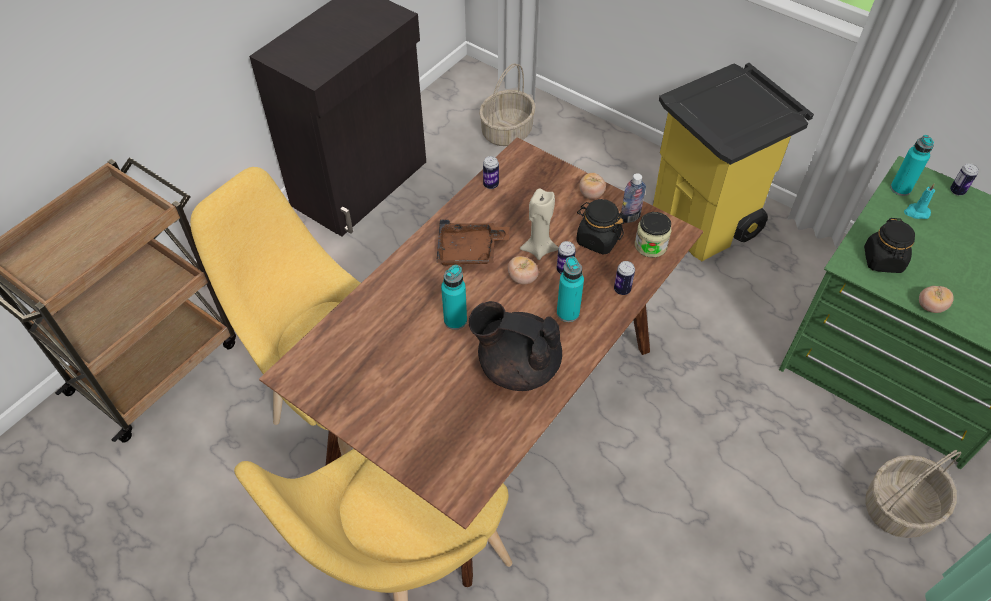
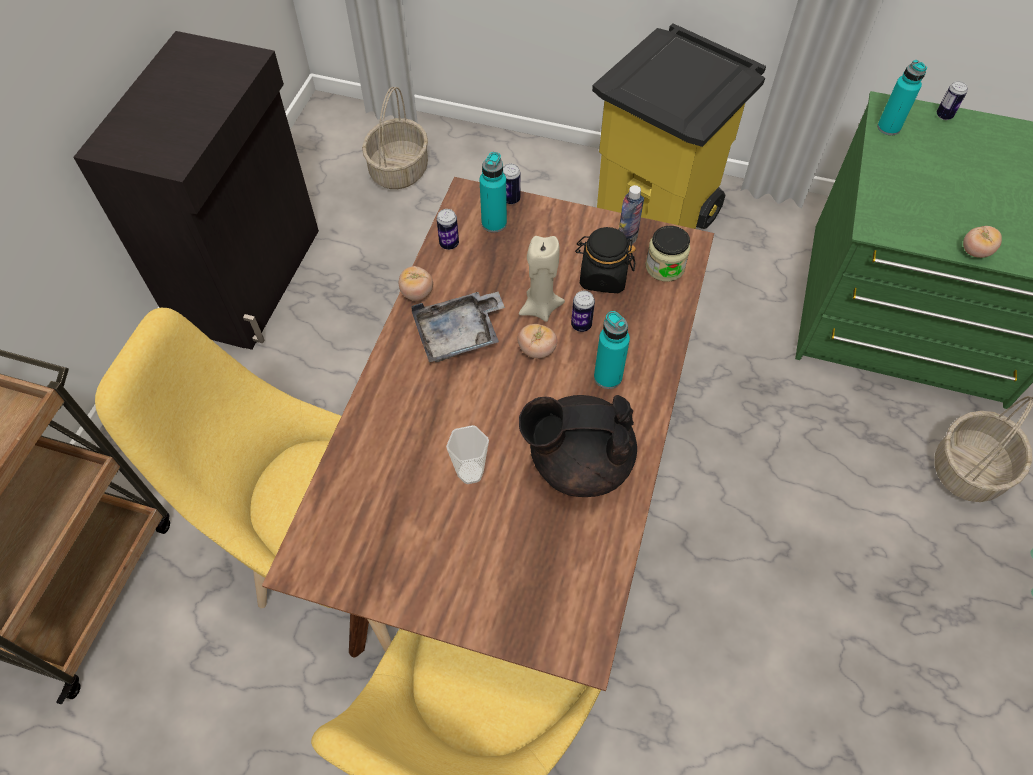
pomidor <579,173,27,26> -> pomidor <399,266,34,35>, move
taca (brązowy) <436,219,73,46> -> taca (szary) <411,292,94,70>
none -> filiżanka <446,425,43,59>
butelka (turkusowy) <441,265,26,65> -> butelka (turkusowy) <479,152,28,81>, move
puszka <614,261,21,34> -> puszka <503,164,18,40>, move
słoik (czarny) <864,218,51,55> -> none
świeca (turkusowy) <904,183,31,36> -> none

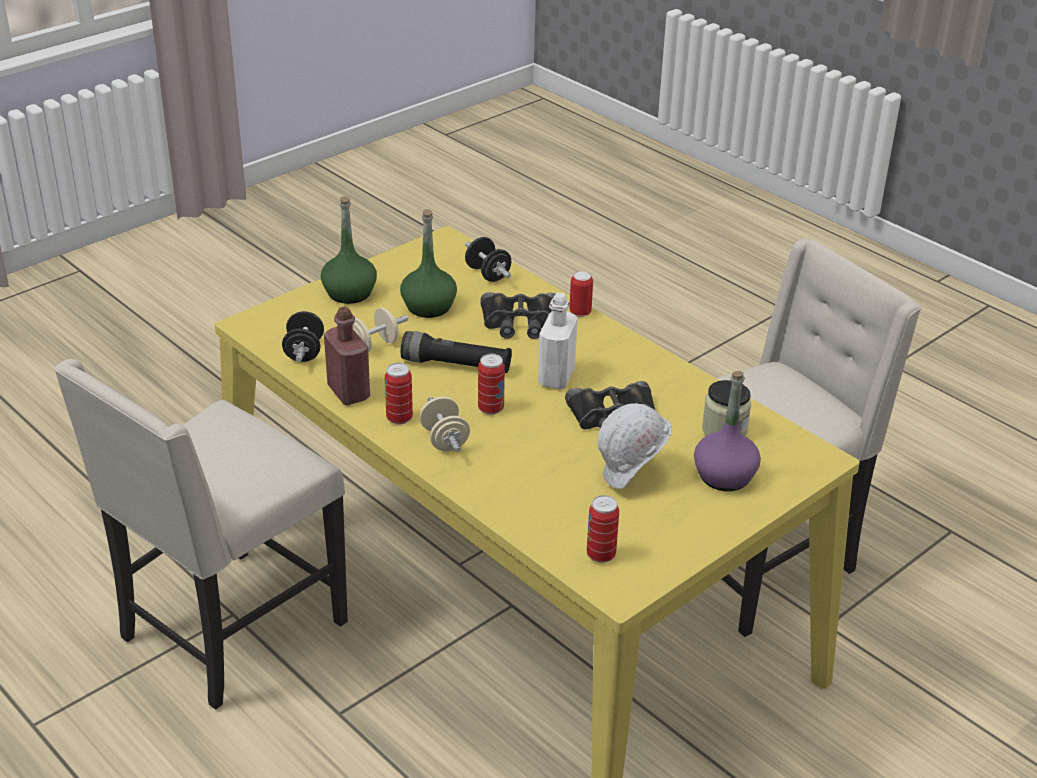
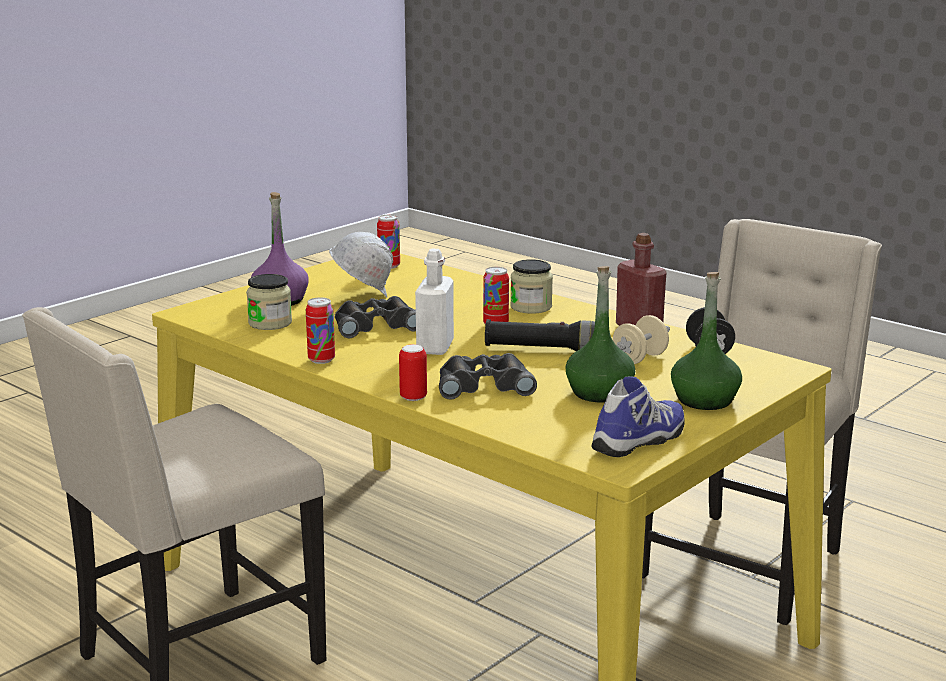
puszka <385,363,28,62> -> puszka <306,297,29,67>, move
hantel (beżowy) <420,396,50,56> -> słoik <510,259,43,55>
none -> but <592,376,93,81>
hantel (czarny) <465,237,46,45> -> none

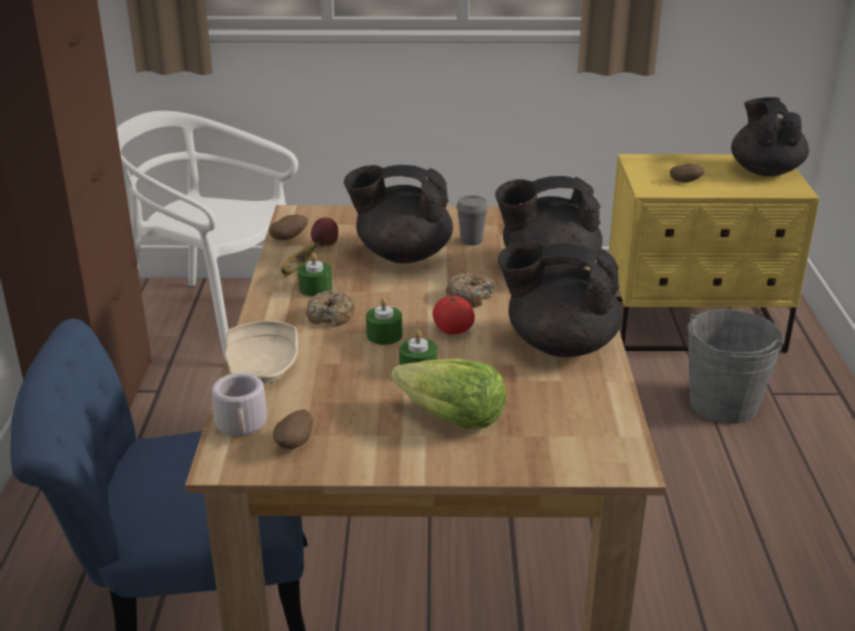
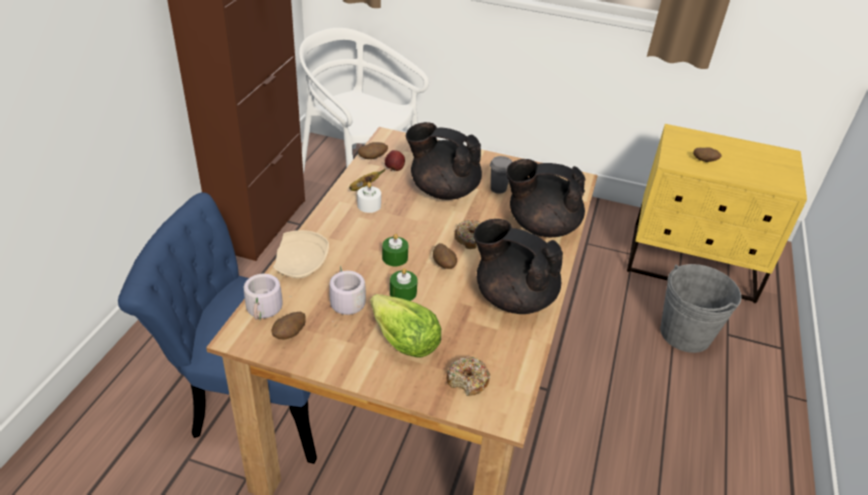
none -> kubek (szary) <329,266,37,56>
świeca (zielony) <298,253,34,43> -> świeca (biały) <357,182,24,31>
pomidor <432,295,43,39> -> ziemniak <433,243,24,26>
donut <306,290,49,37> -> donut <447,356,43,40>, move
imbryk (czarny) <731,97,78,79> -> none

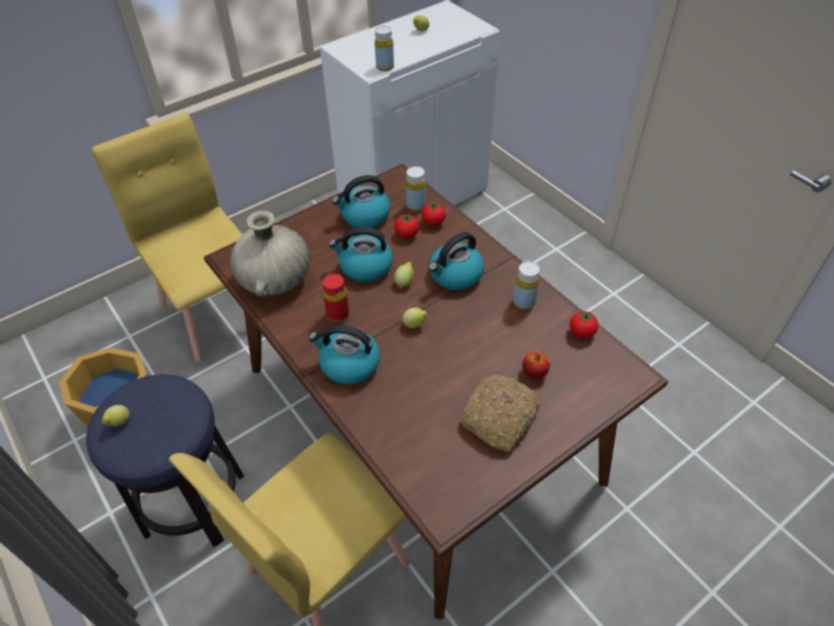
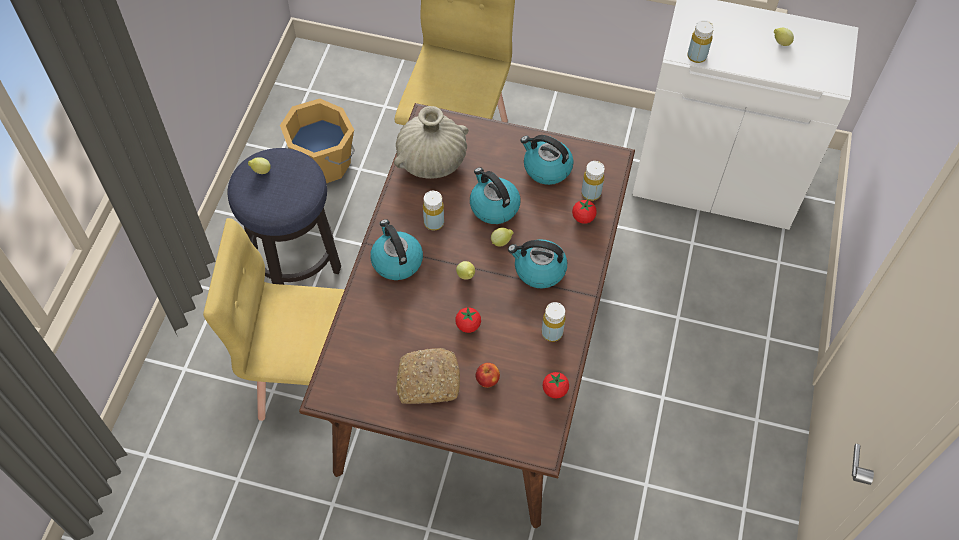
butelka (czerwony) <323,274,26,48> -> butelka (żółty) <423,191,21,40>
pomidor <395,213,24,25> -> pomidor <455,307,26,26>, move

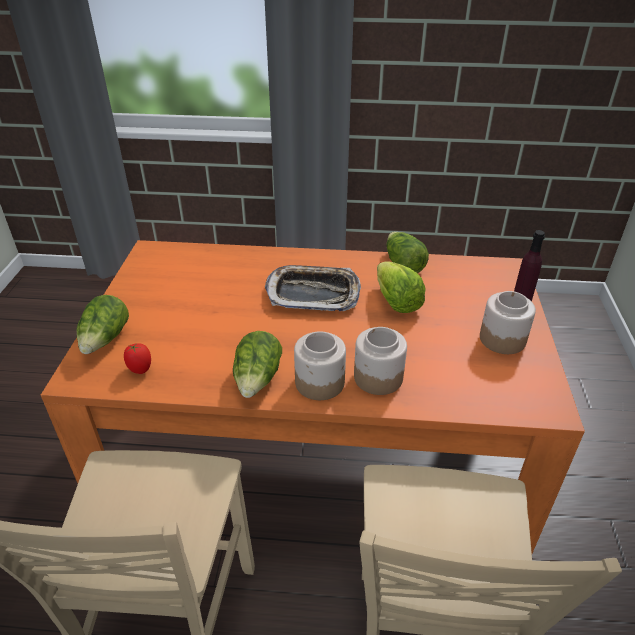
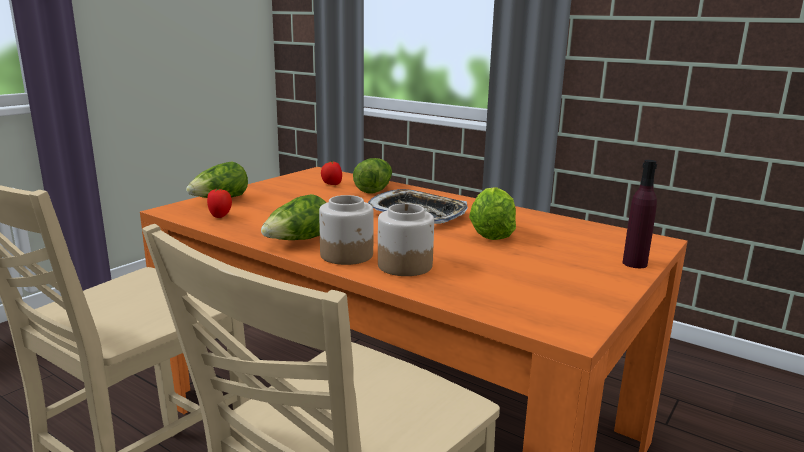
none -> pomidor <321,161,21,24>
sałata <386,232,43,41> -> sałata <353,158,39,36>, move
słoik <480,291,56,63> -> none

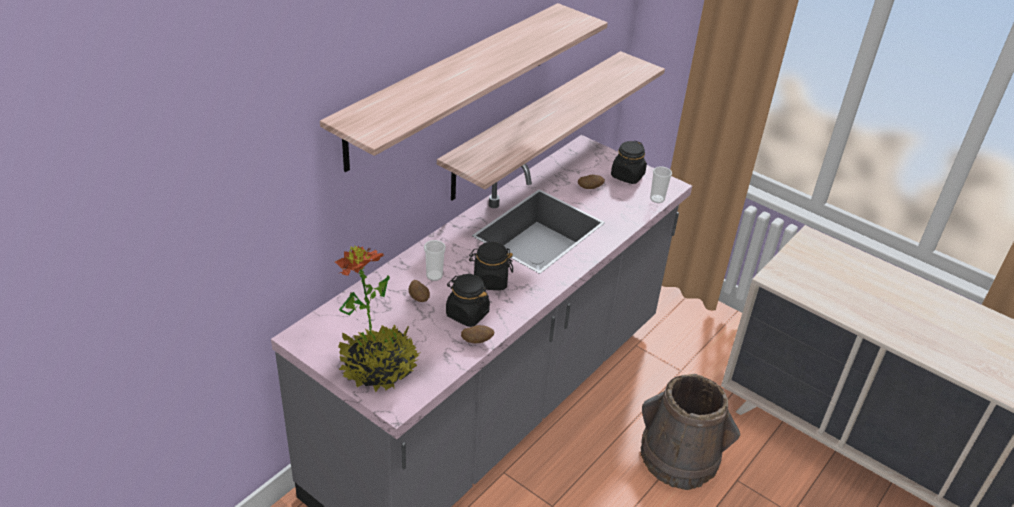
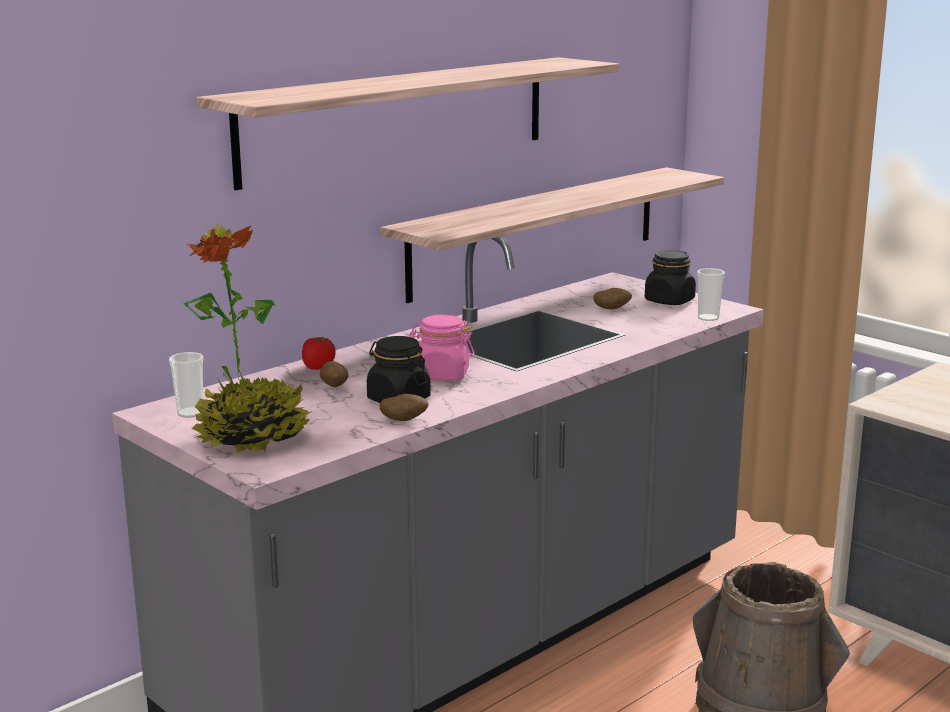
filiżanka <424,240,22,41> -> filiżanka <169,352,34,66>, move
none -> pomidor <302,336,34,34>
słoik (czarny) <469,242,44,48> -> słoik (różowy) <409,315,65,66>

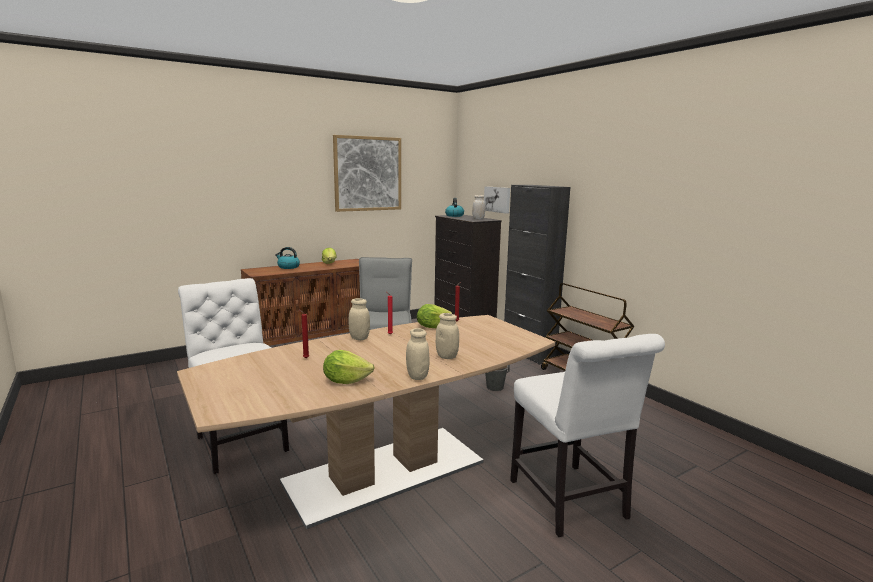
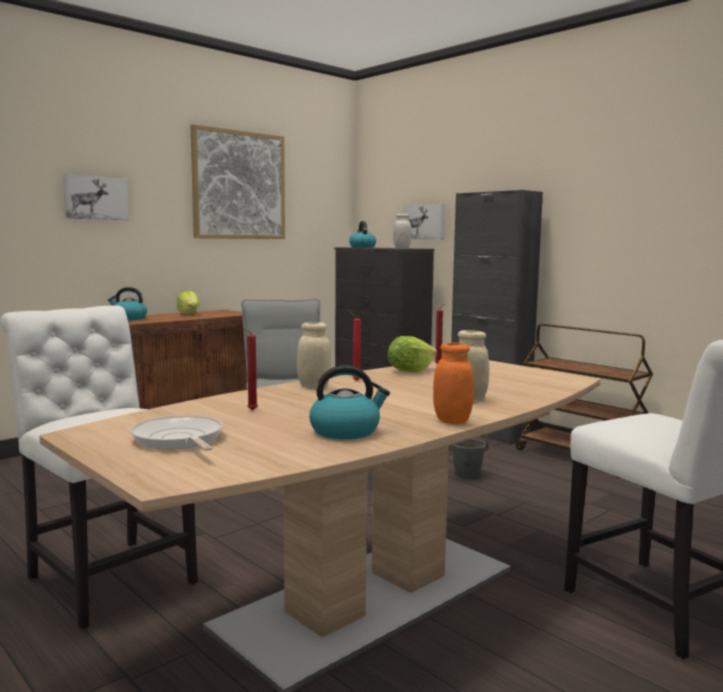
none -> obraz <63,174,66,46>
none -> patelnia <129,415,95,35>
sałata <323,350,52,34> -> czajnik <309,365,81,75>
słoik (beżowy) <406,328,24,52> -> słoik (pomarańczowy) <433,343,41,81>

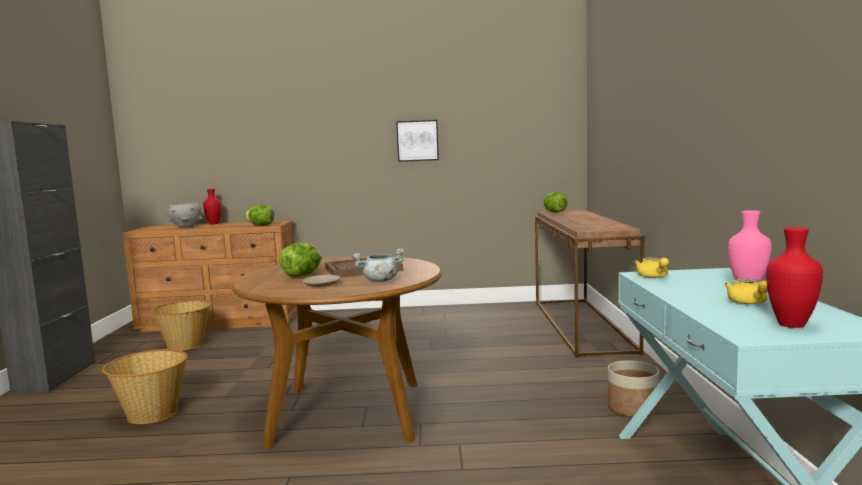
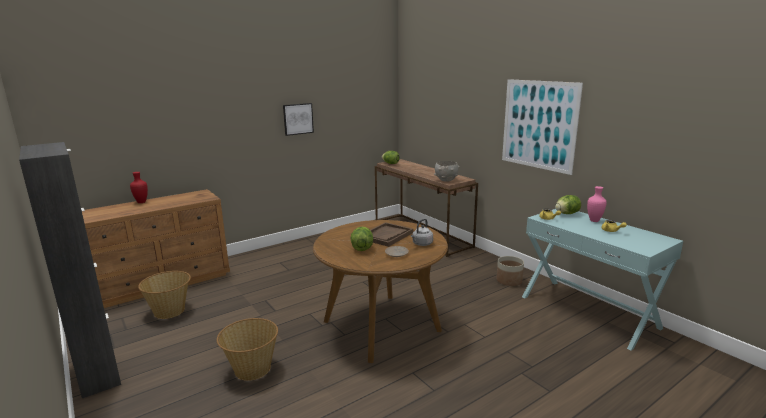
garnek (szary) <352,248,53,34> -> czajnik (szary) <411,219,22,27>
miska (szary) <166,202,37,26> -> miska (szary) <434,161,26,20>, move
none -> obraz <502,79,81,96>
sałata <245,204,29,21> -> sałata <555,195,26,19>, move
wazon (czerwony) <766,227,57,101> -> none

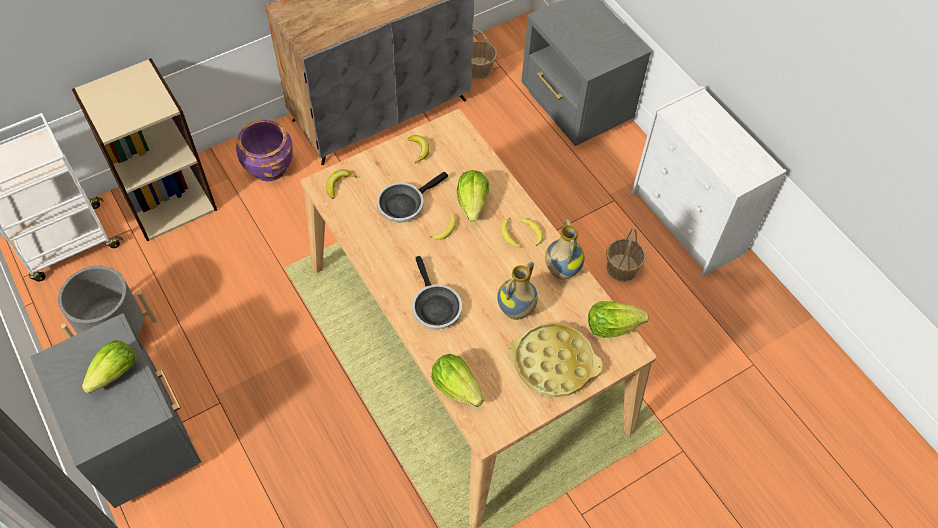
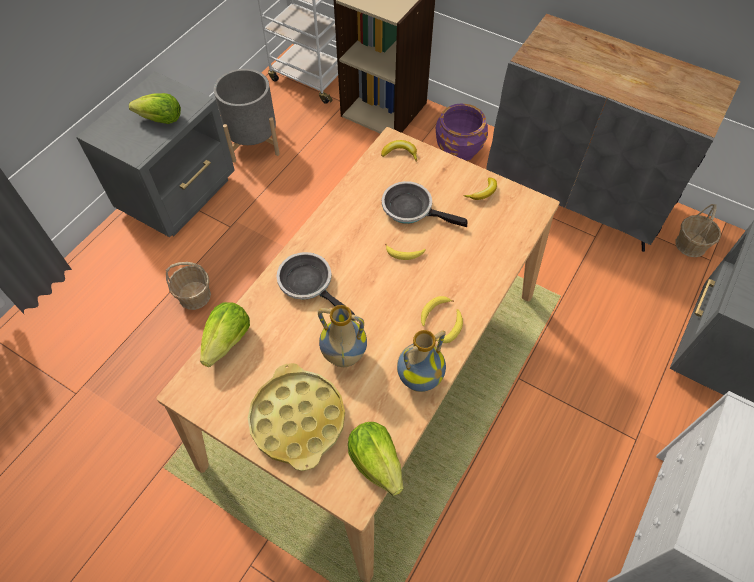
koszyk <606,229,40,53> -> koszyk <166,262,45,48>, move
patelnia <412,256,50,73> -> patelnia <277,252,78,69>, 90 degrees clockwise
sałata <457,170,32,52> -> none

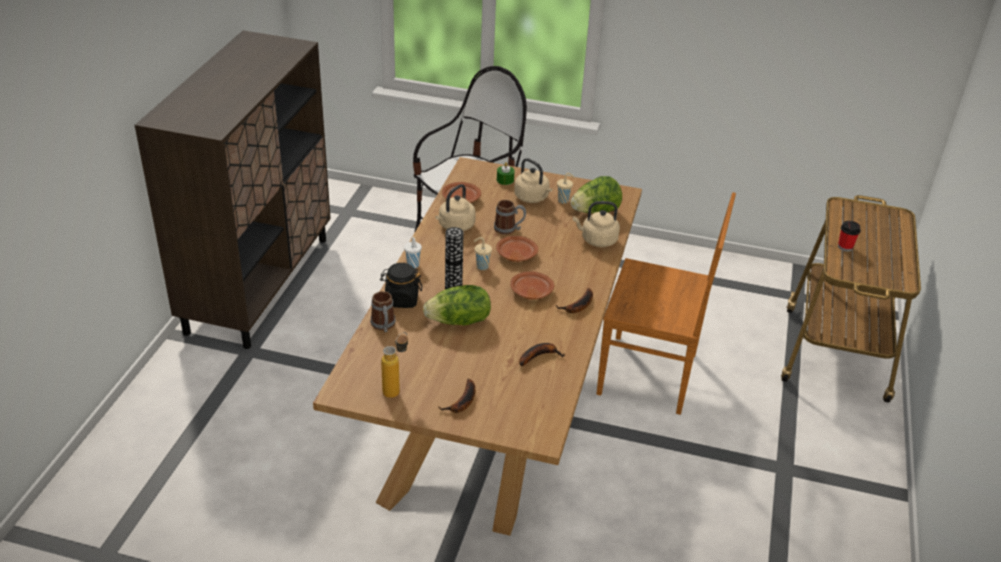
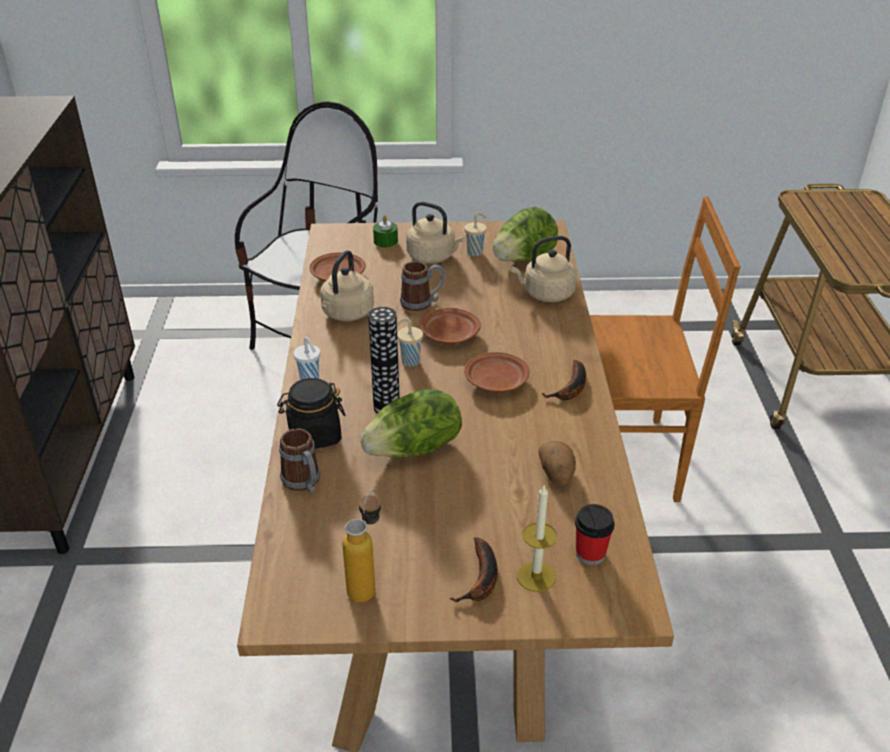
none -> świeca <517,484,40,108>
banan <519,343,46,23> -> ziemniak <538,441,38,45>
filiżanka <838,221,23,31> -> filiżanka <575,504,40,61>, move

